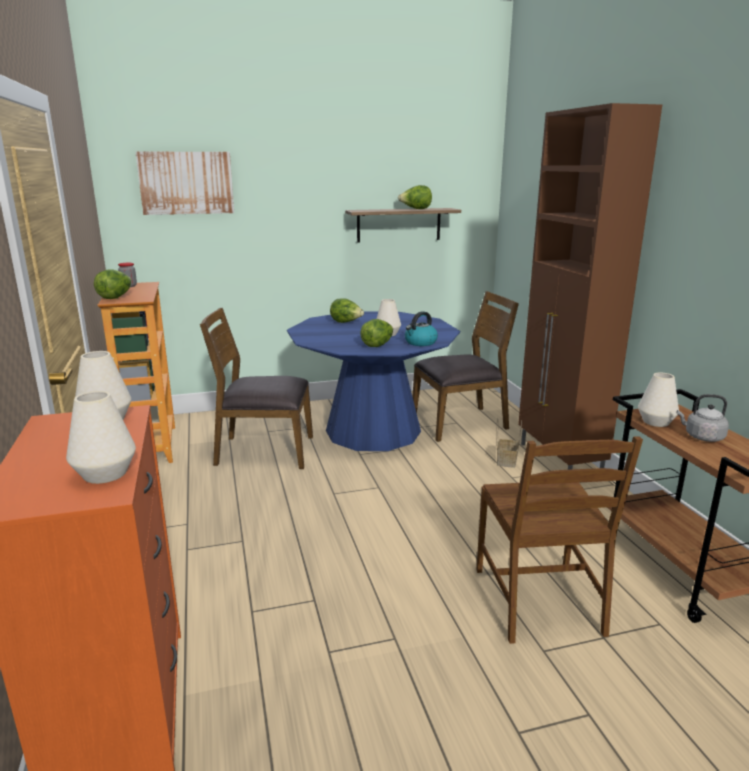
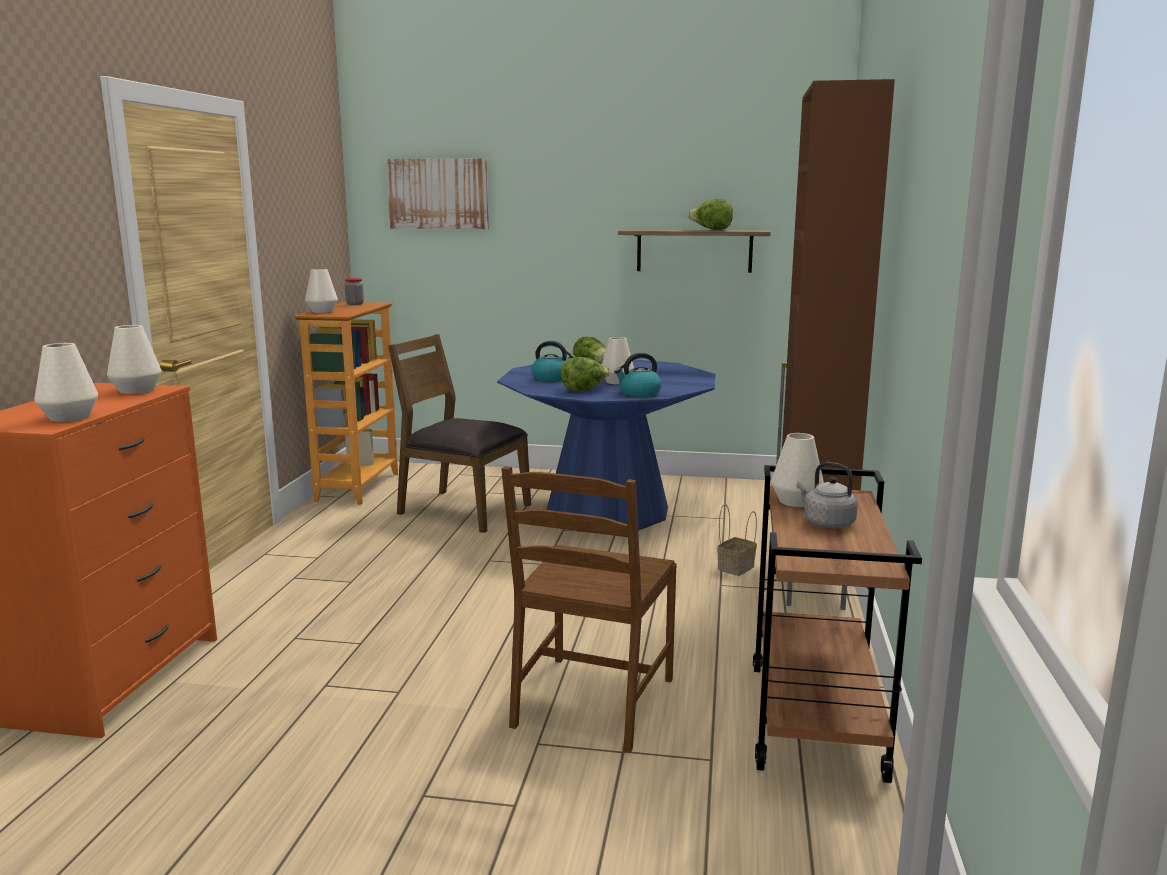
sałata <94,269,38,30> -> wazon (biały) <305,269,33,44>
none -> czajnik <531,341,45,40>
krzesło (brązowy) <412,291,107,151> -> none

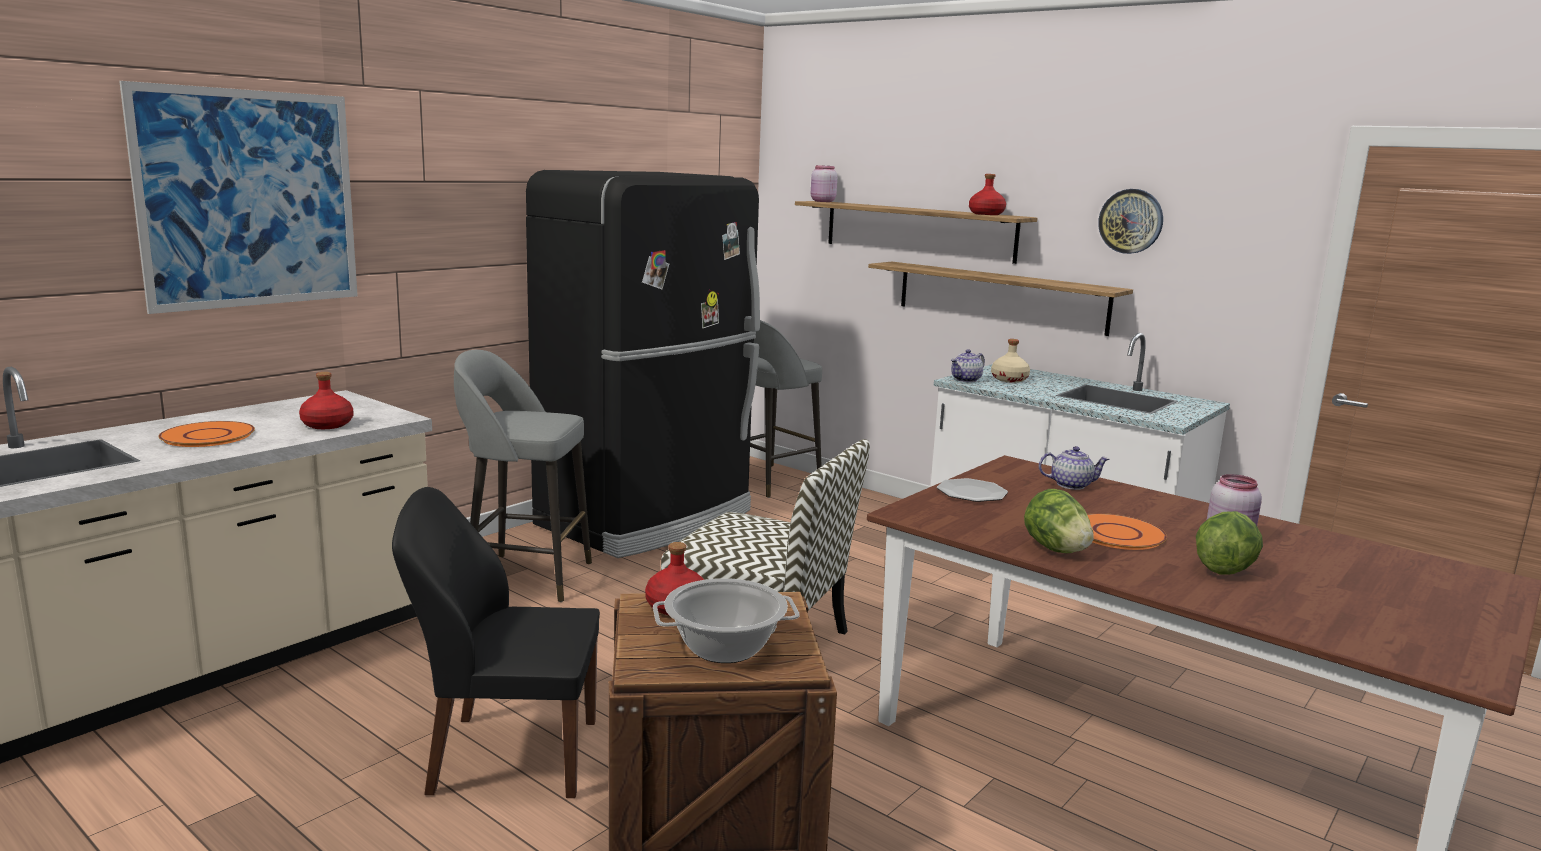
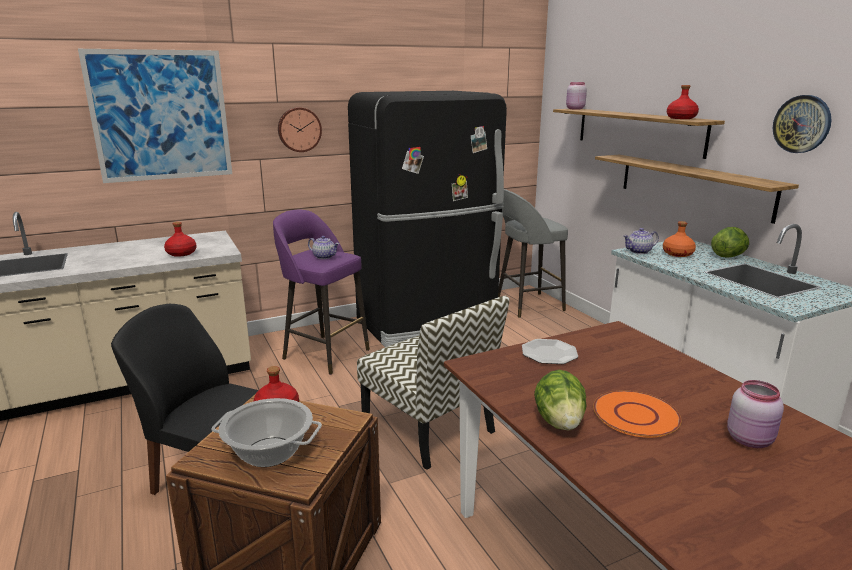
stołek (szary) <454,350,138,252> -> stołek (fioletowy) <273,210,97,165>
none -> zegar ścienny <278,107,44,45>
imbryk <1039,446,71,44> -> imbryk <308,236,31,23>, move
butelka (beżowy) <991,339,39,44> -> butelka (pomarańczowy) <663,221,33,36>
sałata <1196,511,67,63> -> sałata <711,227,38,30>, move
talerz (pomarańczowy) <158,421,97,26> -> none

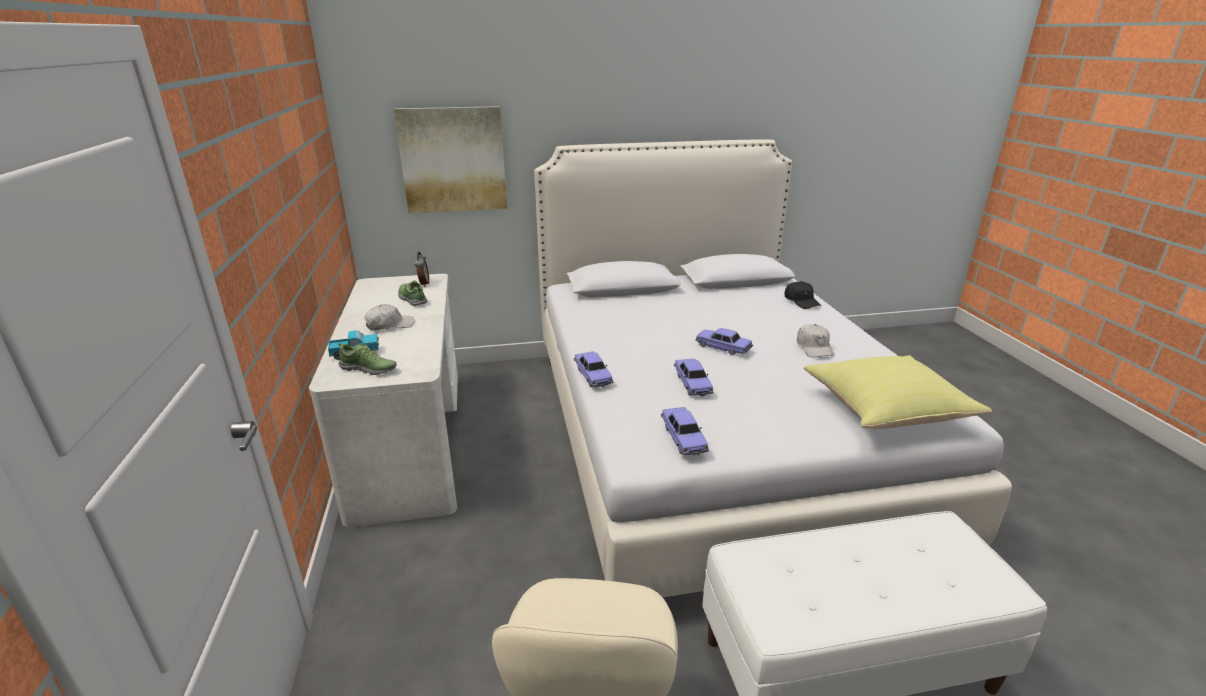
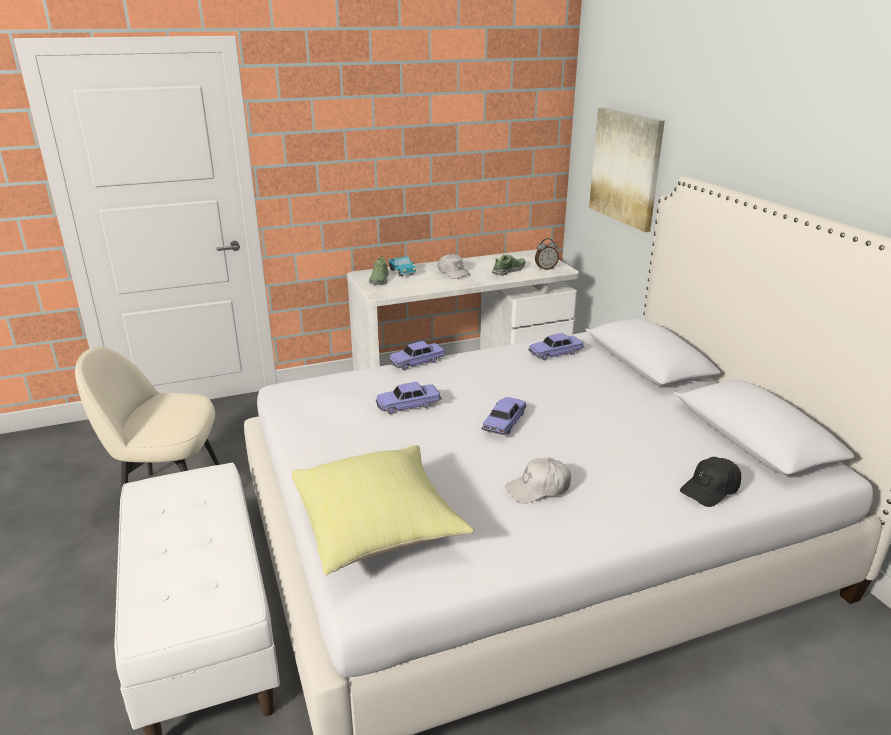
samochodzik <661,407,48,49> -> samochodzik <528,333,57,27>, move

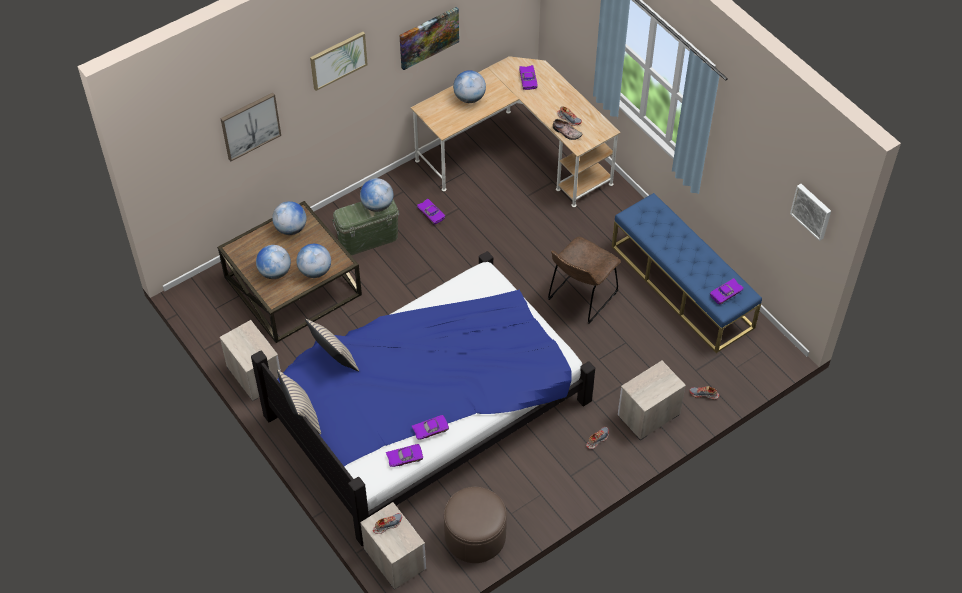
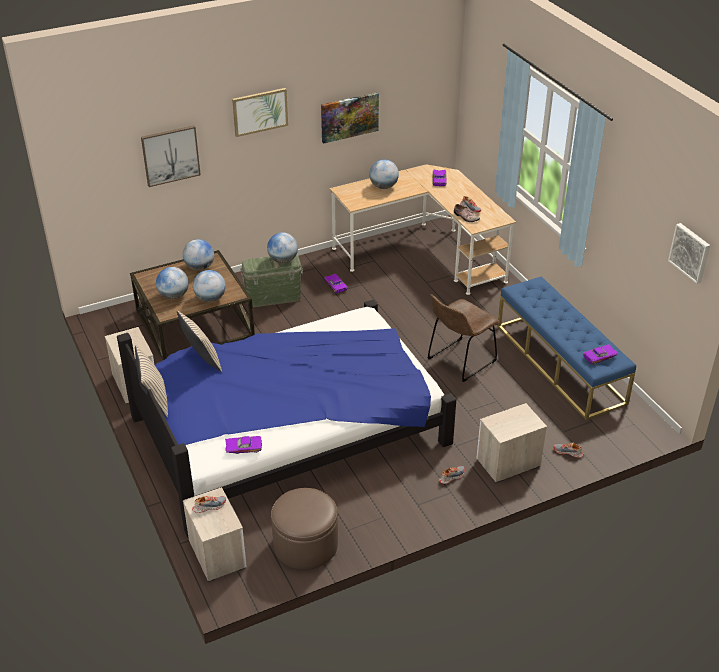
samochodzik (fioletowy) <412,415,37,25> -> none

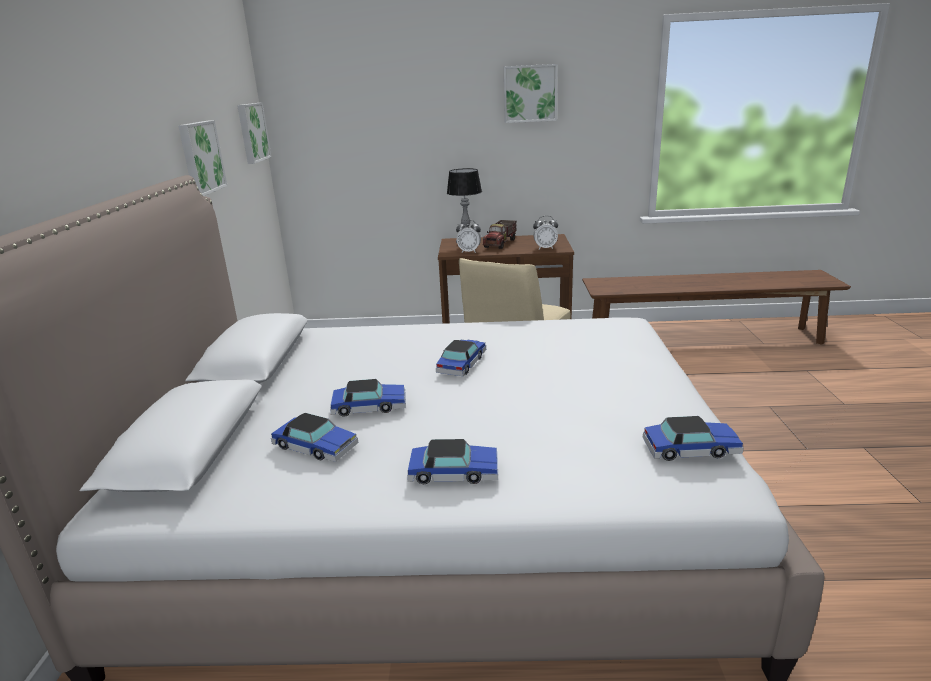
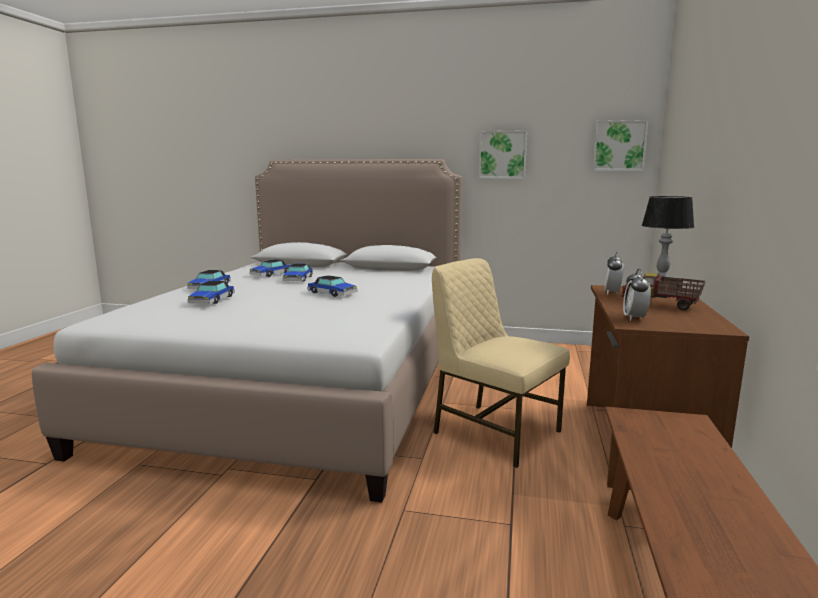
samochodzik <643,416,101,45> -> samochodzik <187,281,48,23>, move
obraz <504,64,54,59> -> none

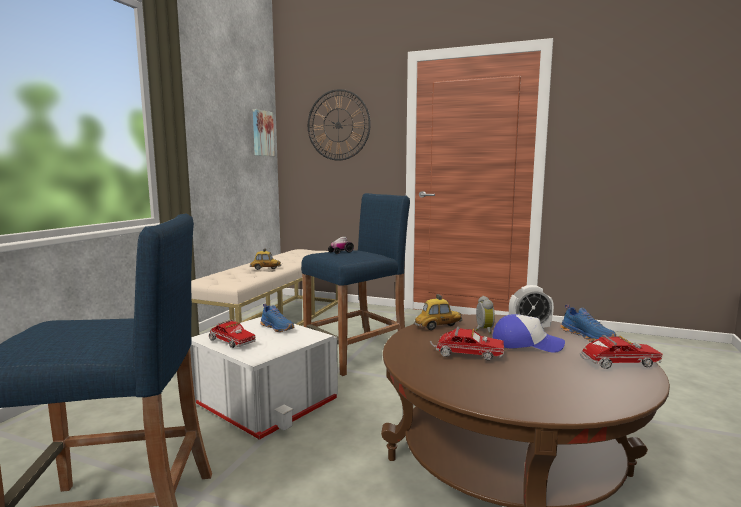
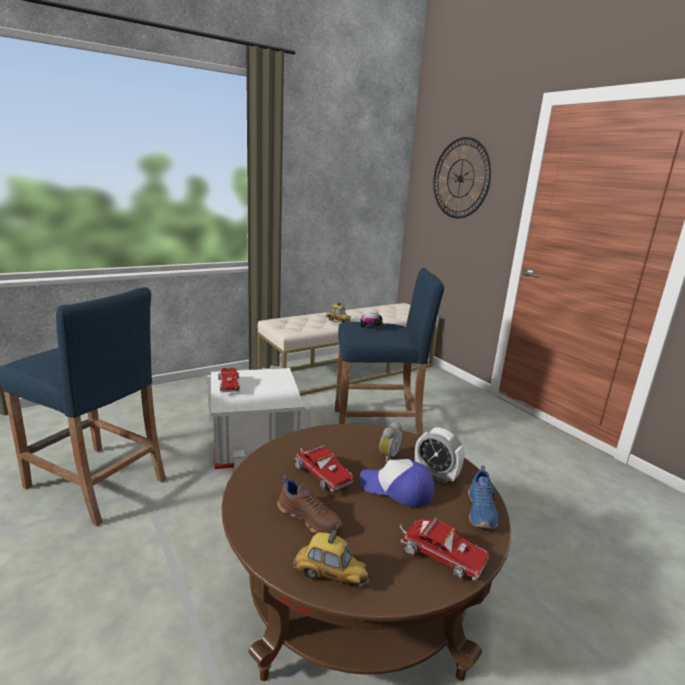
none -> but (brązowy) <277,476,65,58>
samochodzik <413,294,50,36> -> samochodzik <293,530,76,57>, move
czapka z daszkiem <492,314,73,39> -> czapka z daszkiem <360,459,74,48>, 150 degrees clockwise
obraz <253,109,22,47> -> none
but (niebieski) <260,304,34,28> -> none

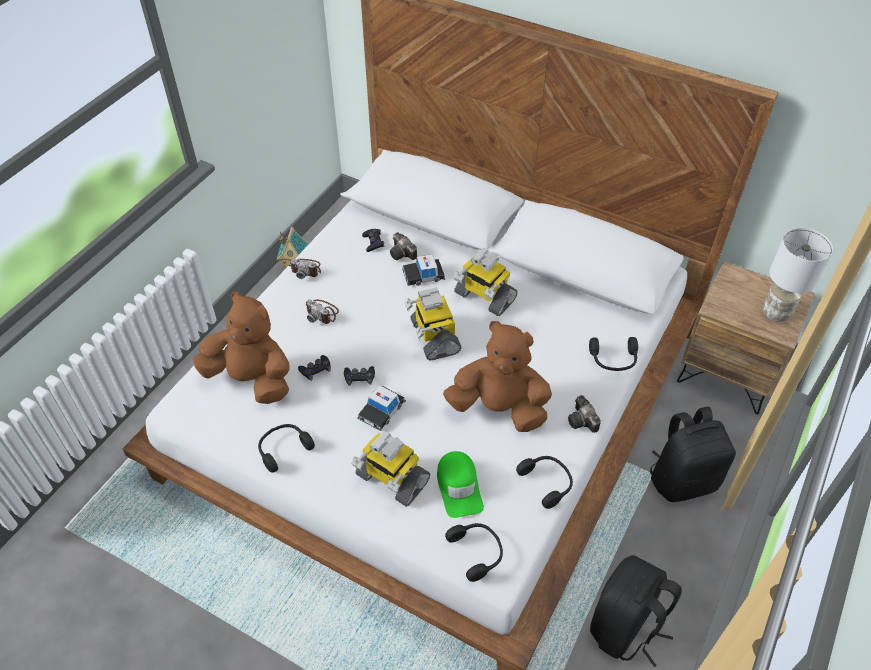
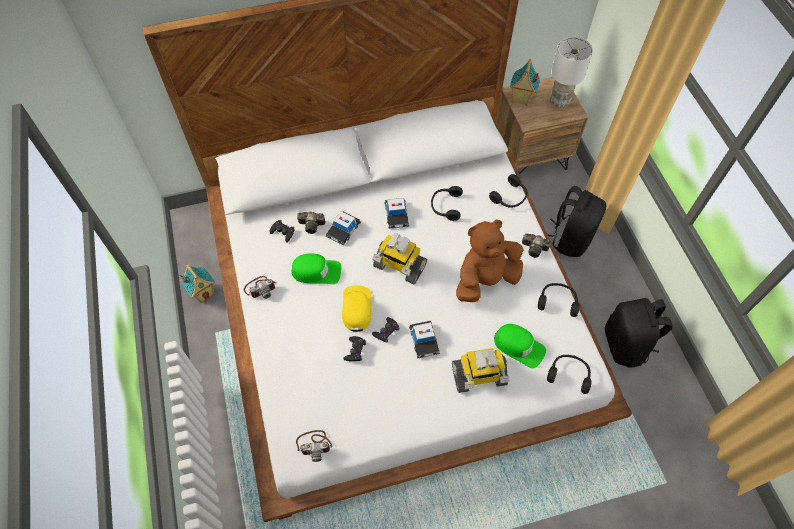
none -> czapka z daszkiem (zielony) <292,253,49,31>
aparat fotograficzny <305,299,34,25> -> aparat fotograficzny <296,430,37,32>, move
none -> czapka z daszkiem (żółty) <342,285,30,47>
robot zabawkowy <454,248,64,68> -> samochodzik <384,198,25,31>
słuchawki (czarny) <258,424,57,49> -> słuchawki (czarny) <431,186,32,35>, move
none -> domek <510,59,30,47>
pluszak (brązowy) <193,292,97,112> -> none

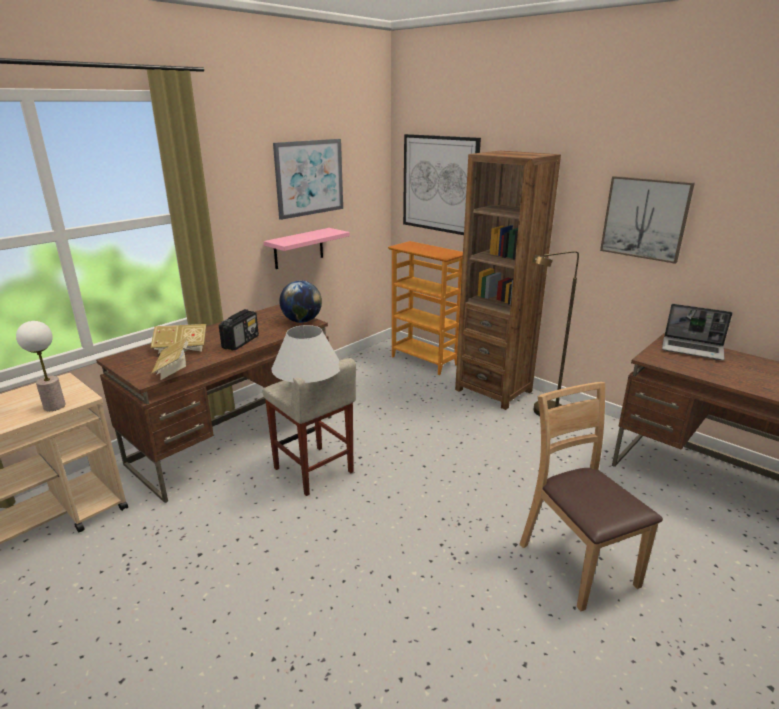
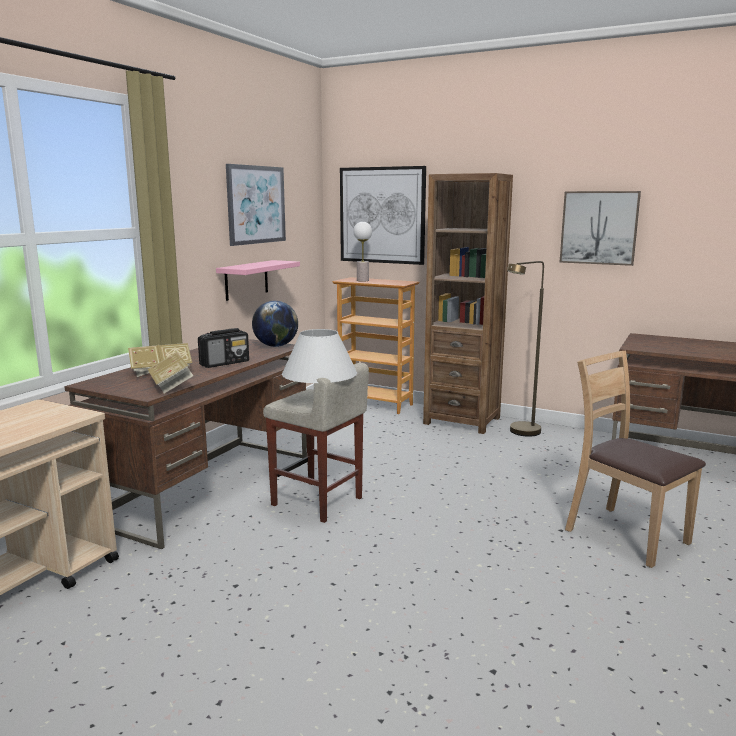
radio <219,309,40,41> -> radio <198,328,51,40>, 45 degrees clockwise
lampa stołowa <16,321,50,90> -> lampa stołowa <353,222,19,60>, move
laptop <662,304,70,56> -> none

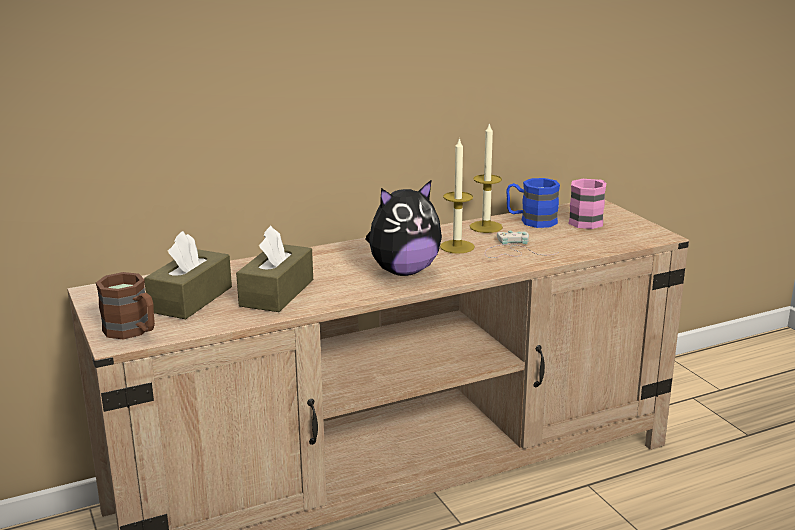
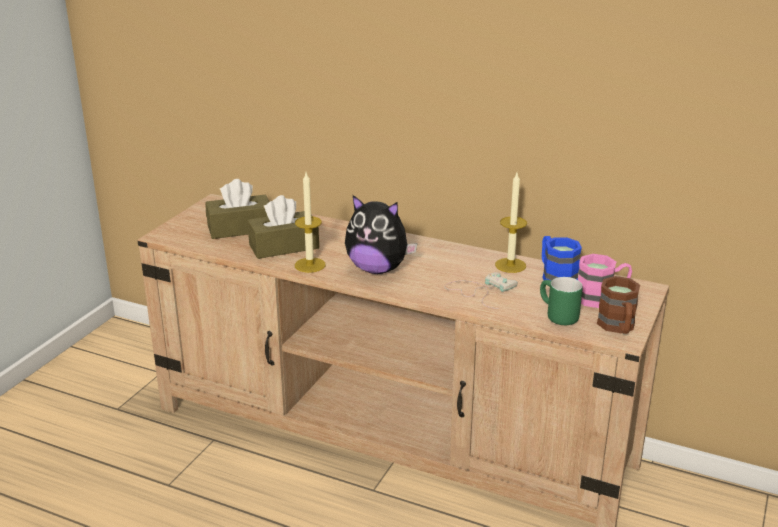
świeca <440,137,35,117> -> świeca <295,173,31,100>, move
none -> kubek (zielony) <540,277,43,48>
kubek (brązowy) <96,272,59,67> -> kubek (brązowy) <597,276,43,58>, move

